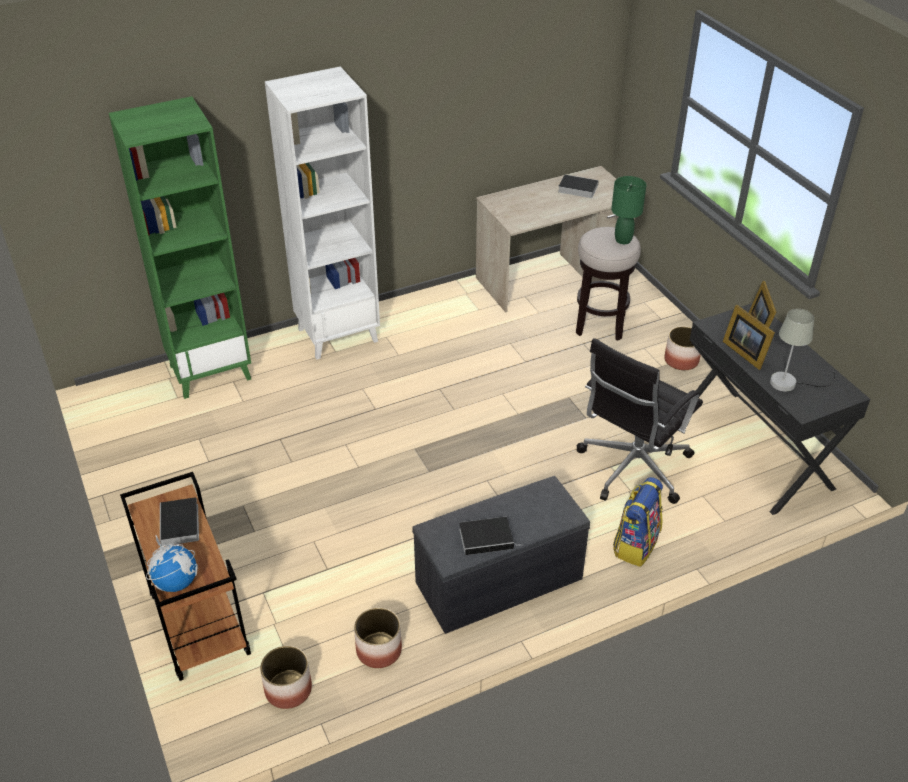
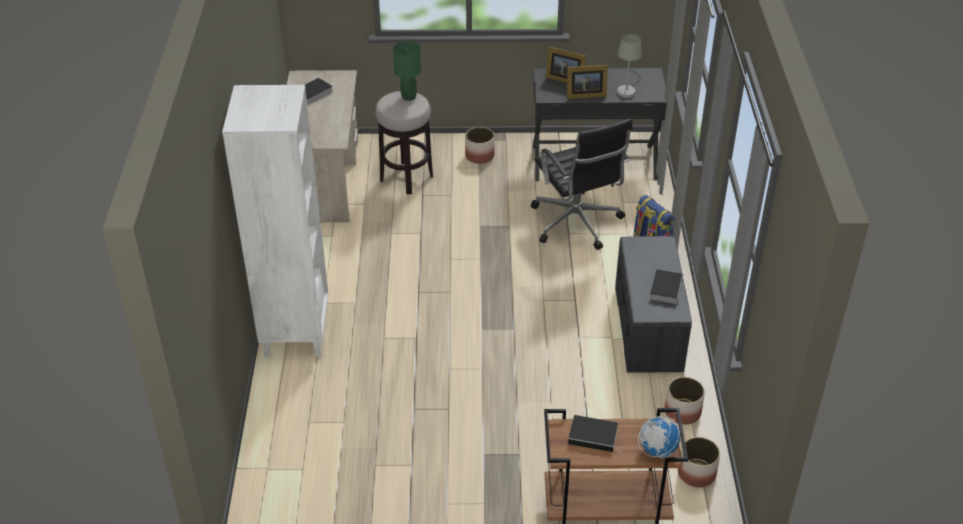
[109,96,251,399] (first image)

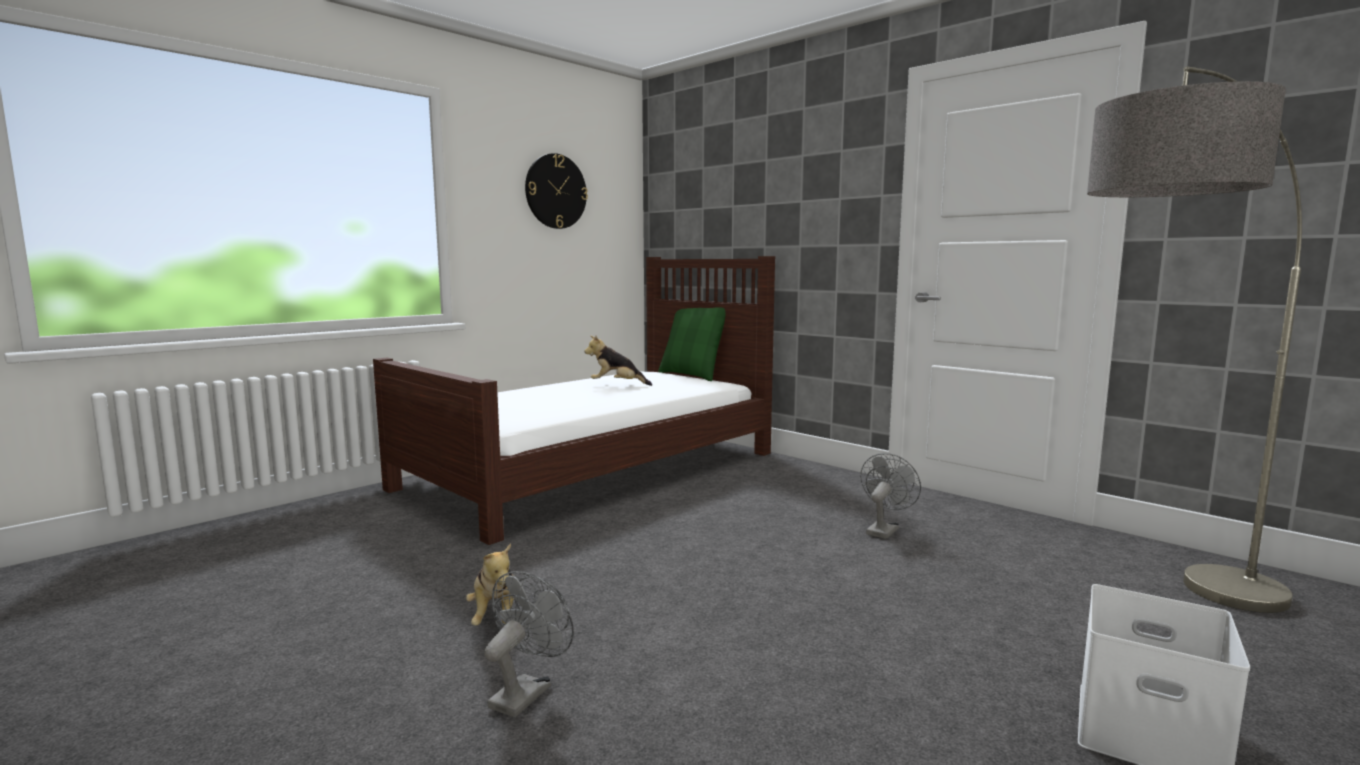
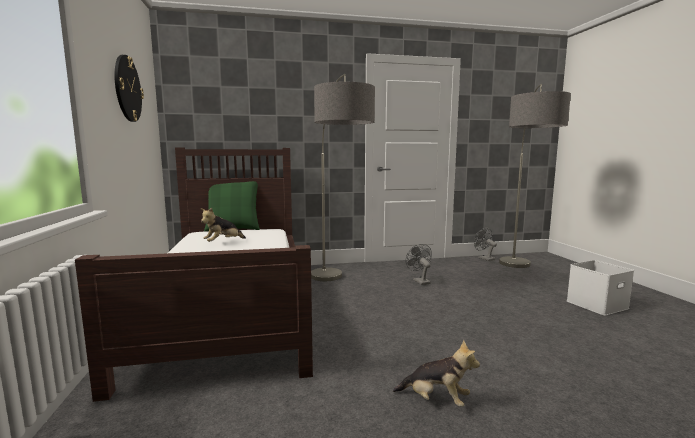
[311,74,375,281]
[474,228,497,261]

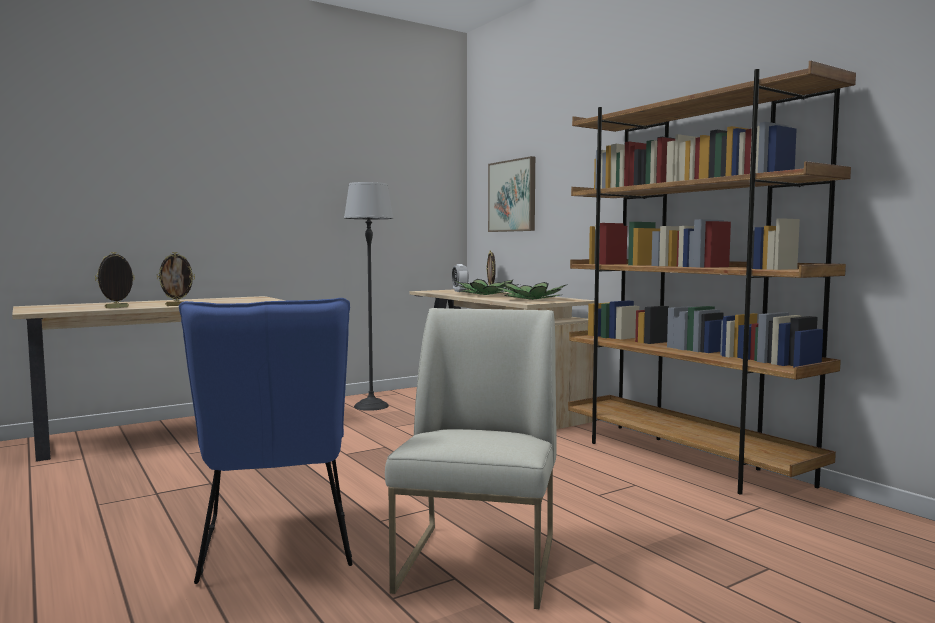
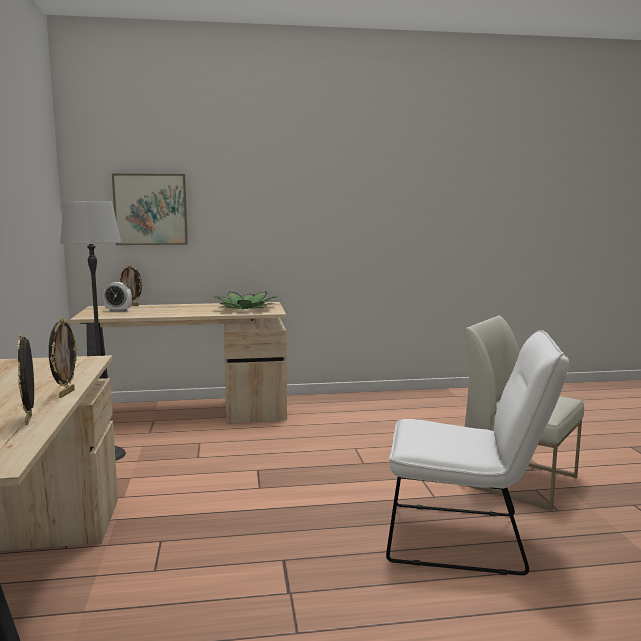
[453,279,519,295] (first image)
[568,60,856,495] (first image)
[386,330,569,575]

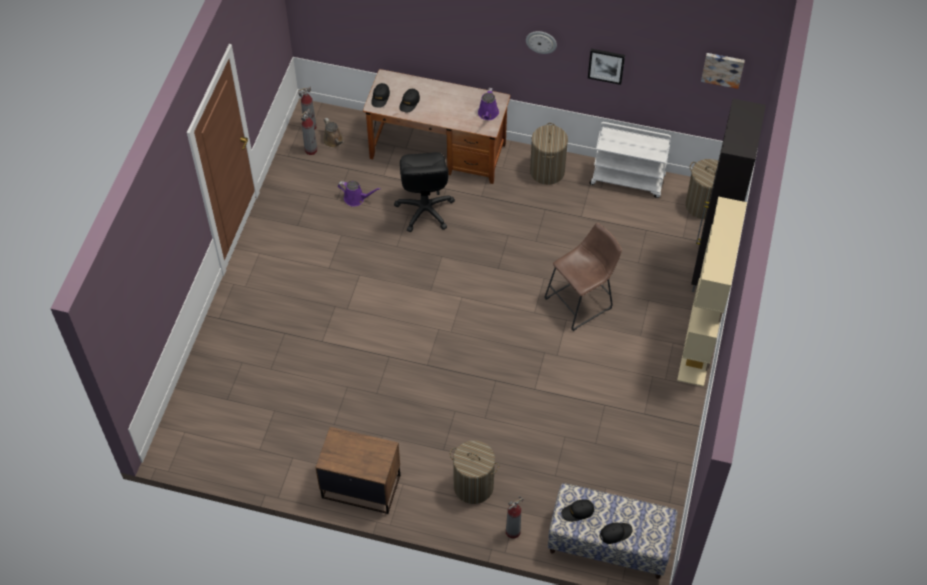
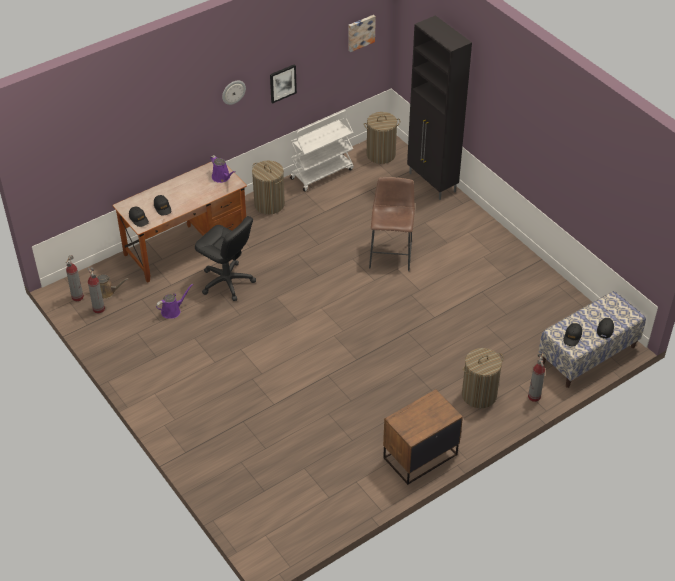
[677,196,747,387] (first image)

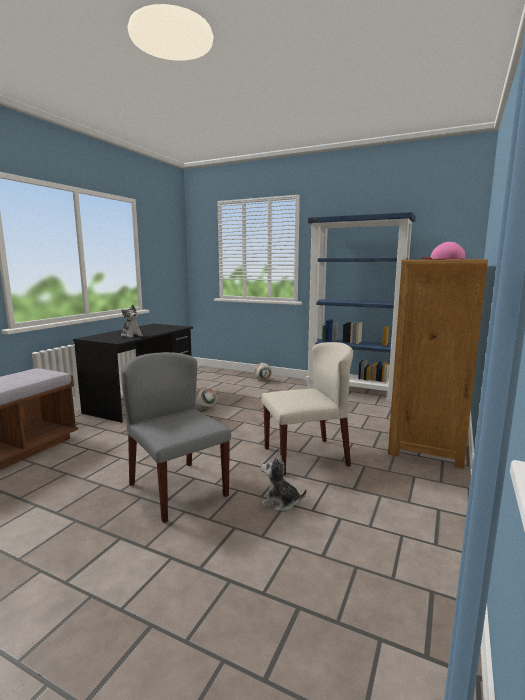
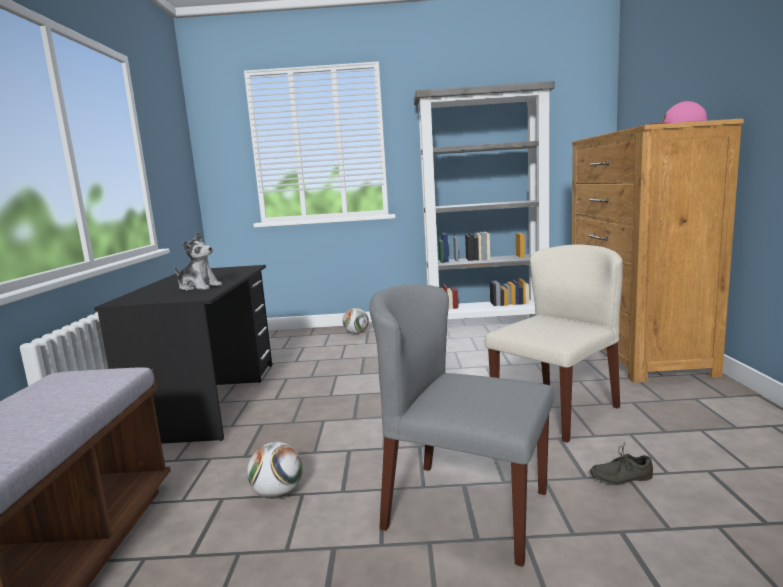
[247,442,303,499]
[590,442,653,485]
[414,81,555,319]

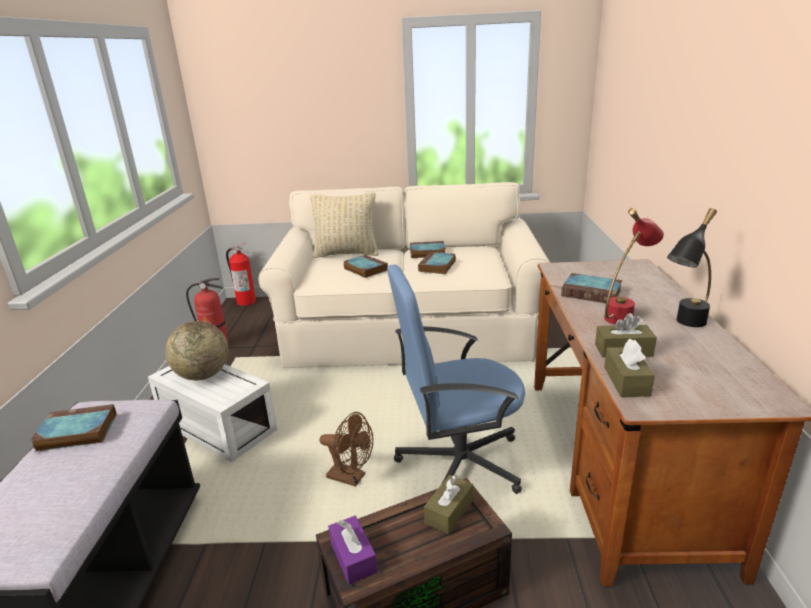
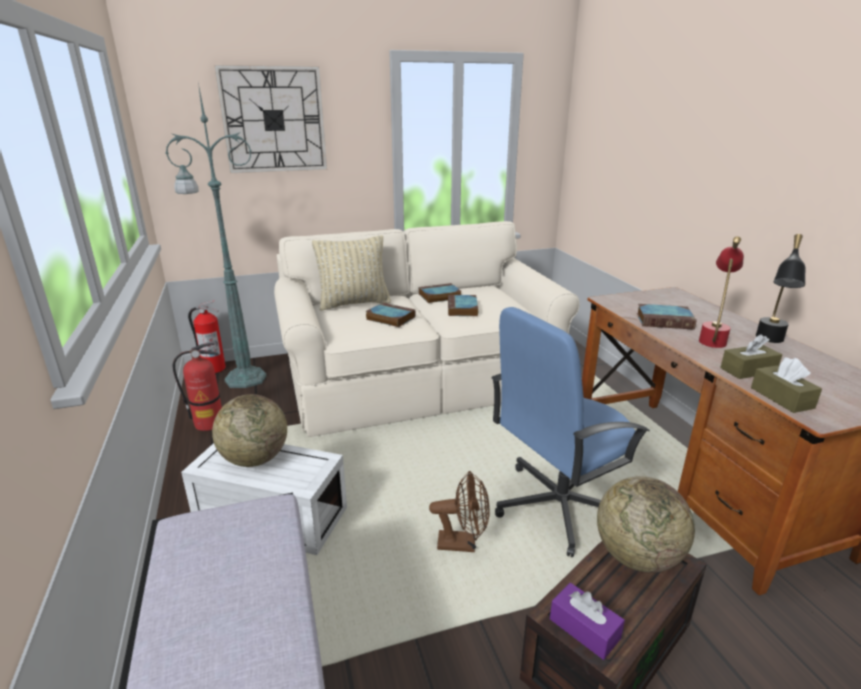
[30,404,117,452] (first image)
[166,83,267,388]
[214,65,327,173]
[597,476,695,573]

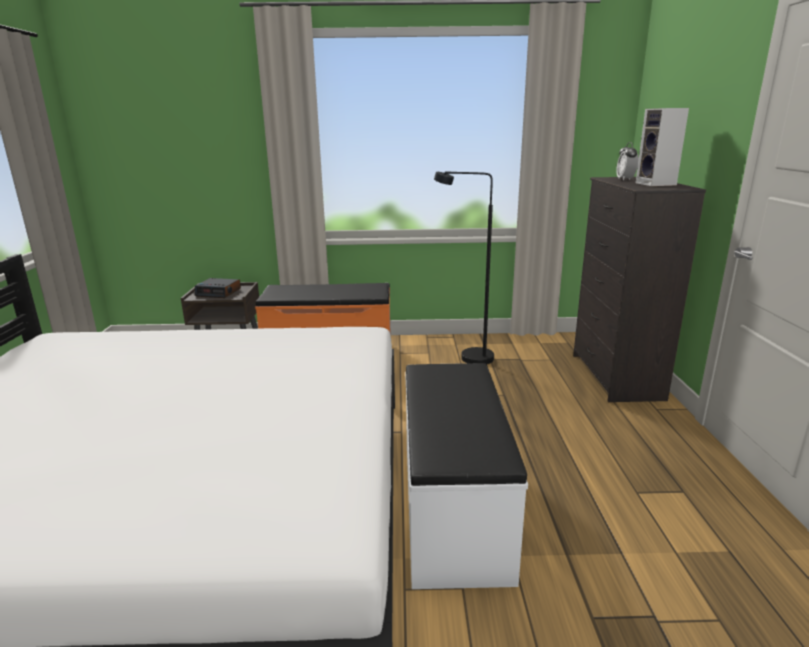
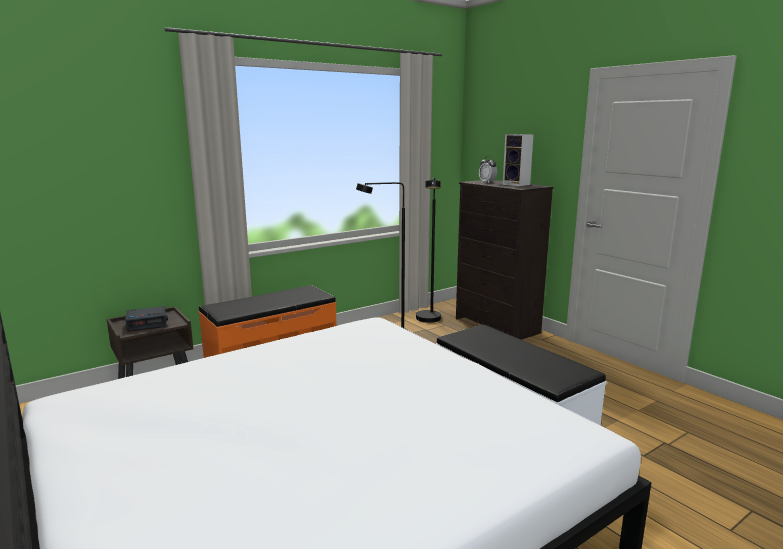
[416,177,441,323]

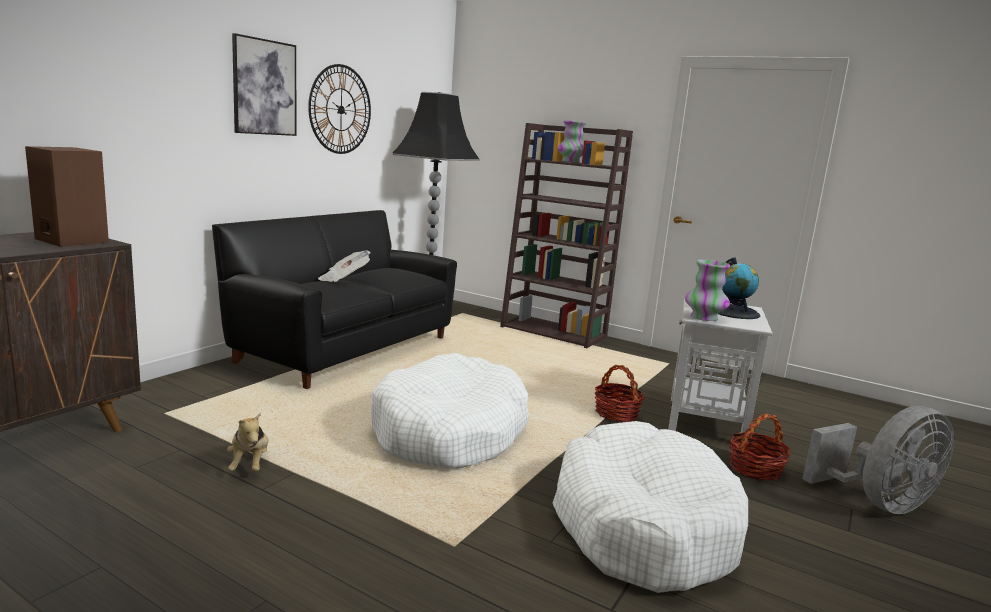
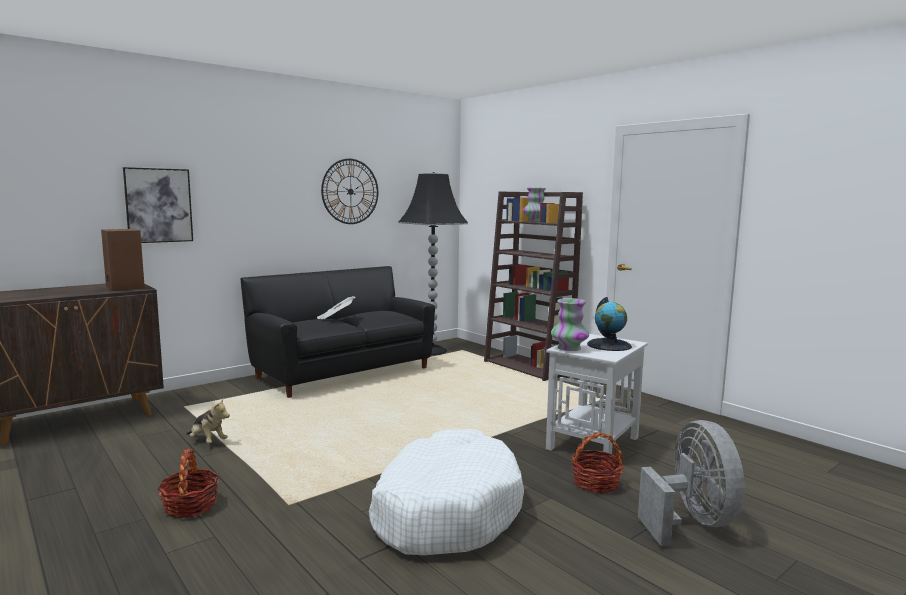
[371,353,529,469] (first image)
[123,167,193,243]
[158,449,219,518]
[186,399,230,443]
[638,420,745,546]

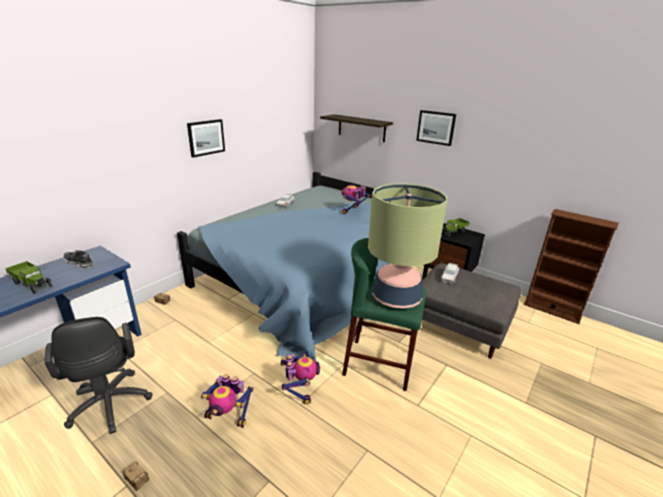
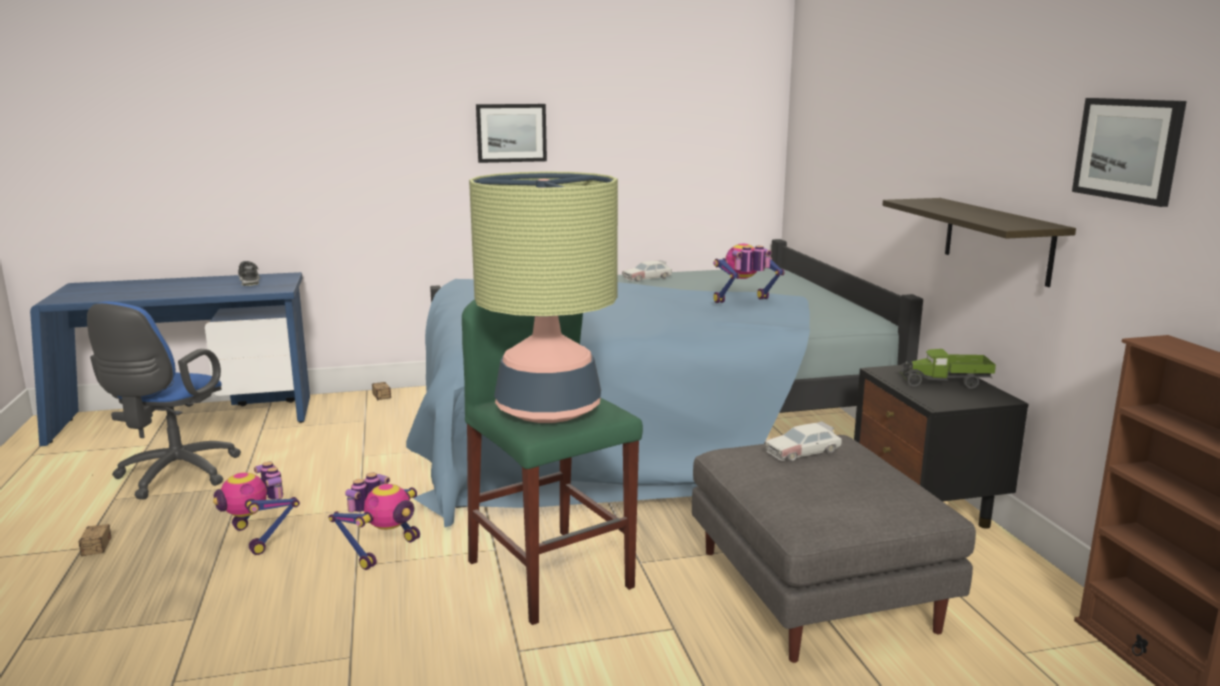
[6,261,52,294] (first image)
[882,198,1076,287]
[1072,98,1187,207]
[87,302,241,499]

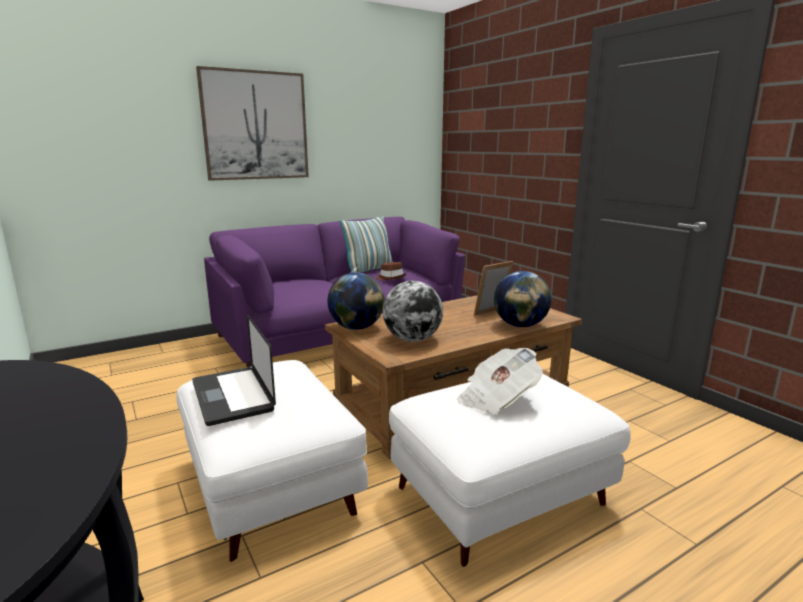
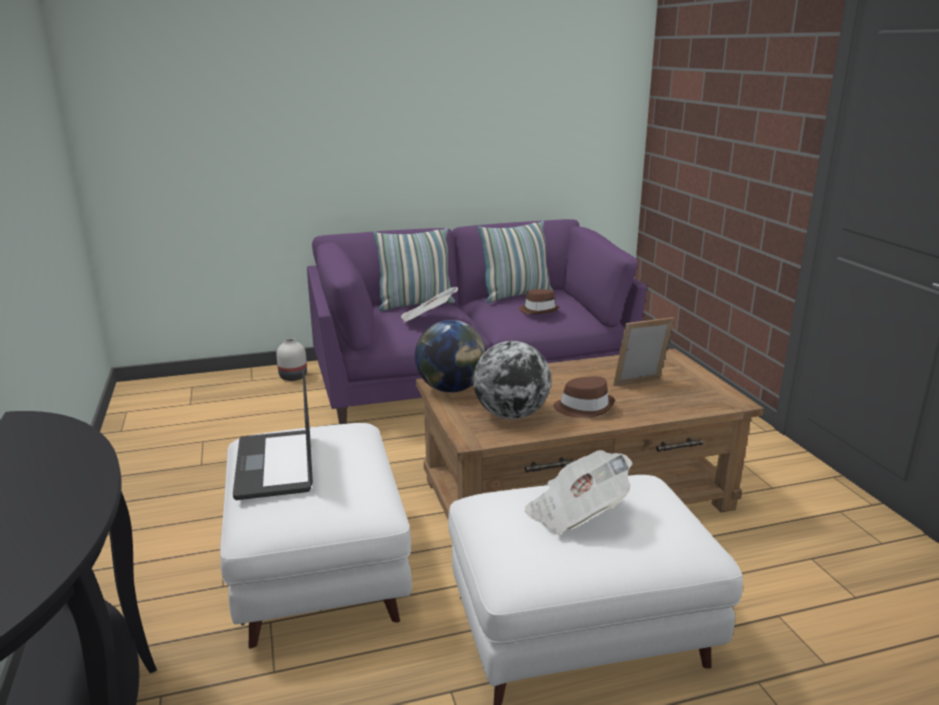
[196,66,309,181] (first image)
[494,271,552,327] (first image)
[276,338,307,381]
[373,228,455,311]
[401,287,458,323]
[553,376,615,418]

